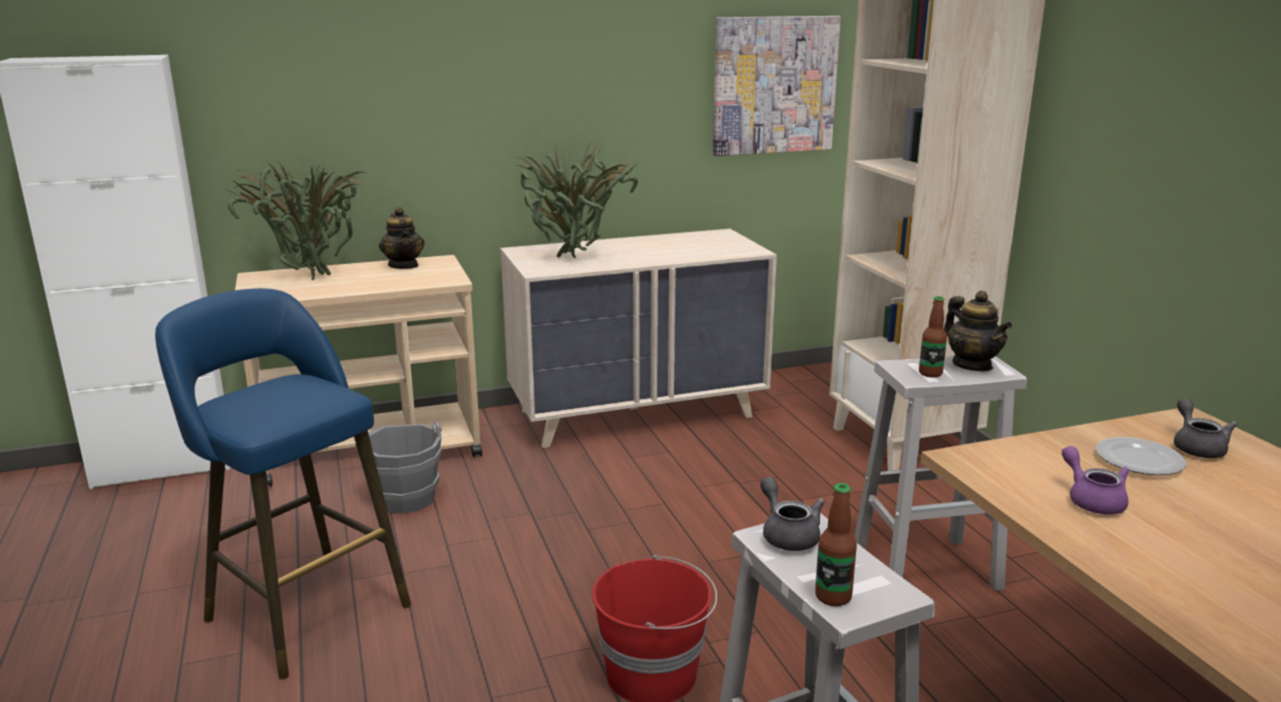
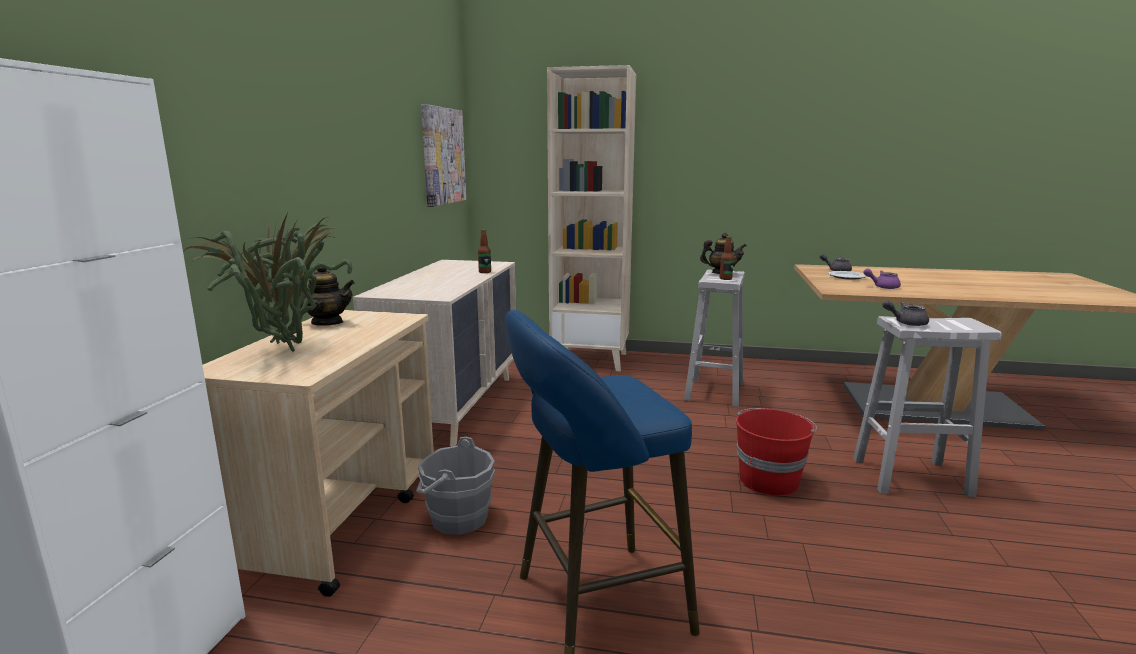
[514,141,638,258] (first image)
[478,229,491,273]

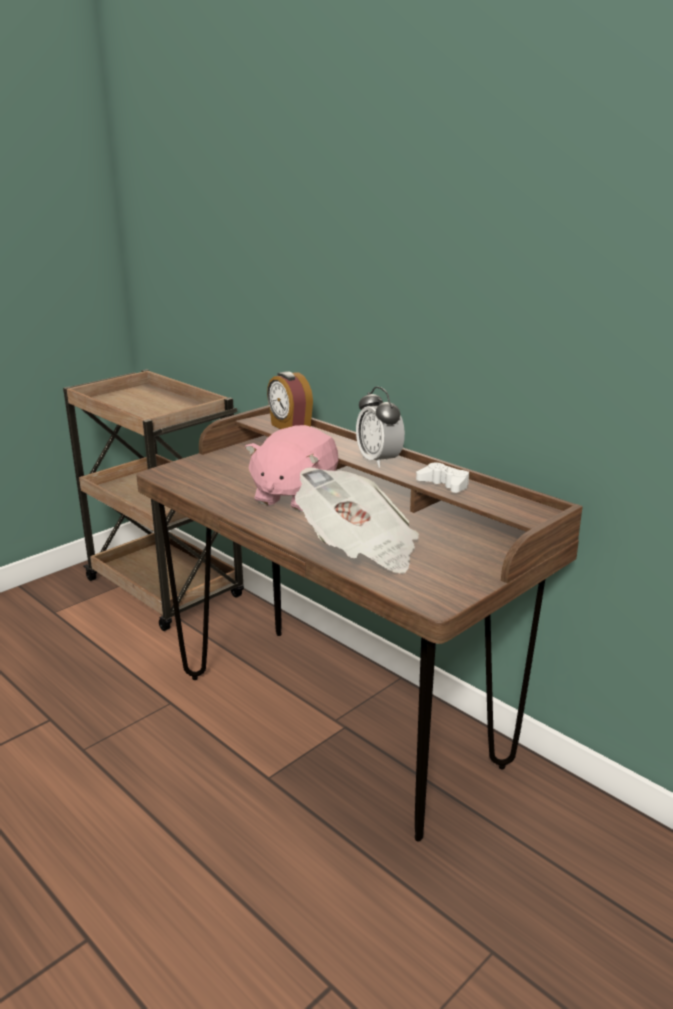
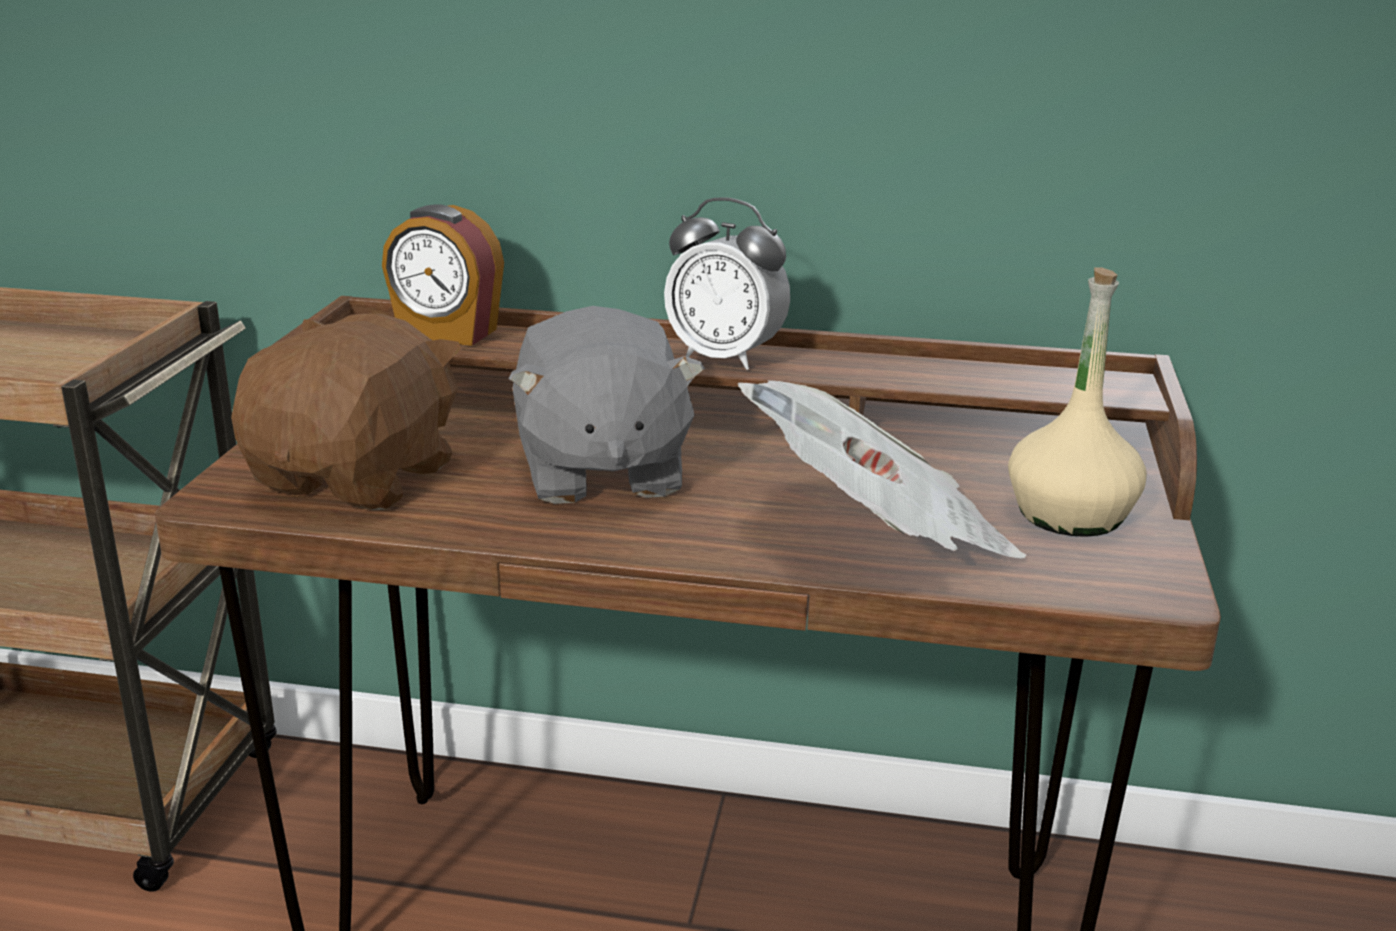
[416,463,469,493] (first image)
[231,314,462,510]
[1008,268,1147,537]
[508,306,705,504]

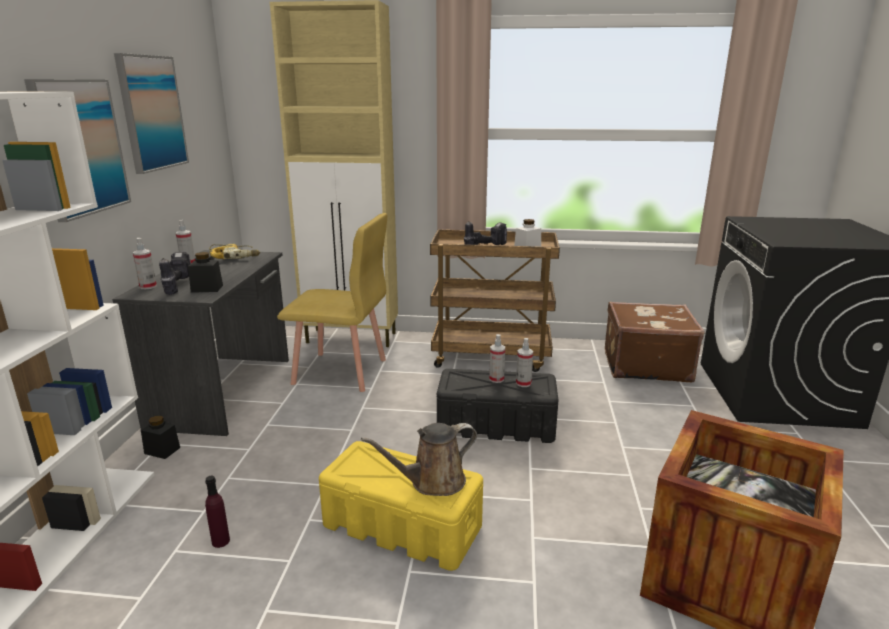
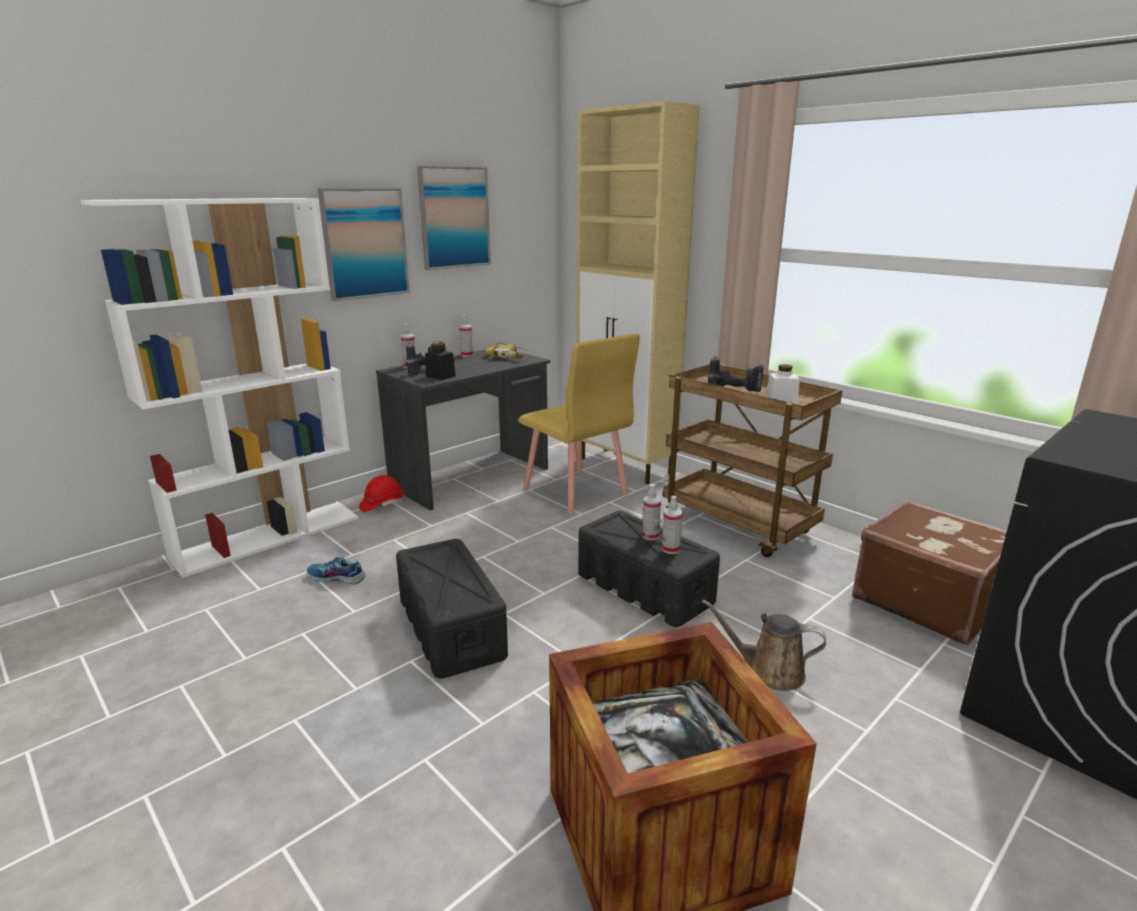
[702,599,826,691]
[359,475,405,512]
[307,557,365,584]
[396,539,508,679]

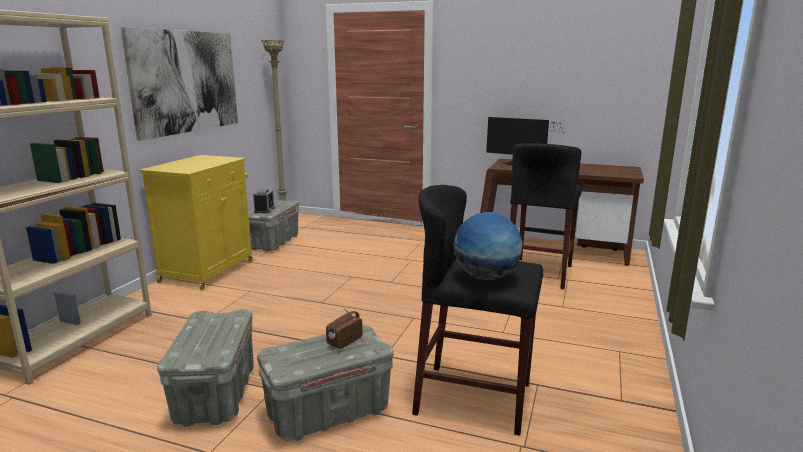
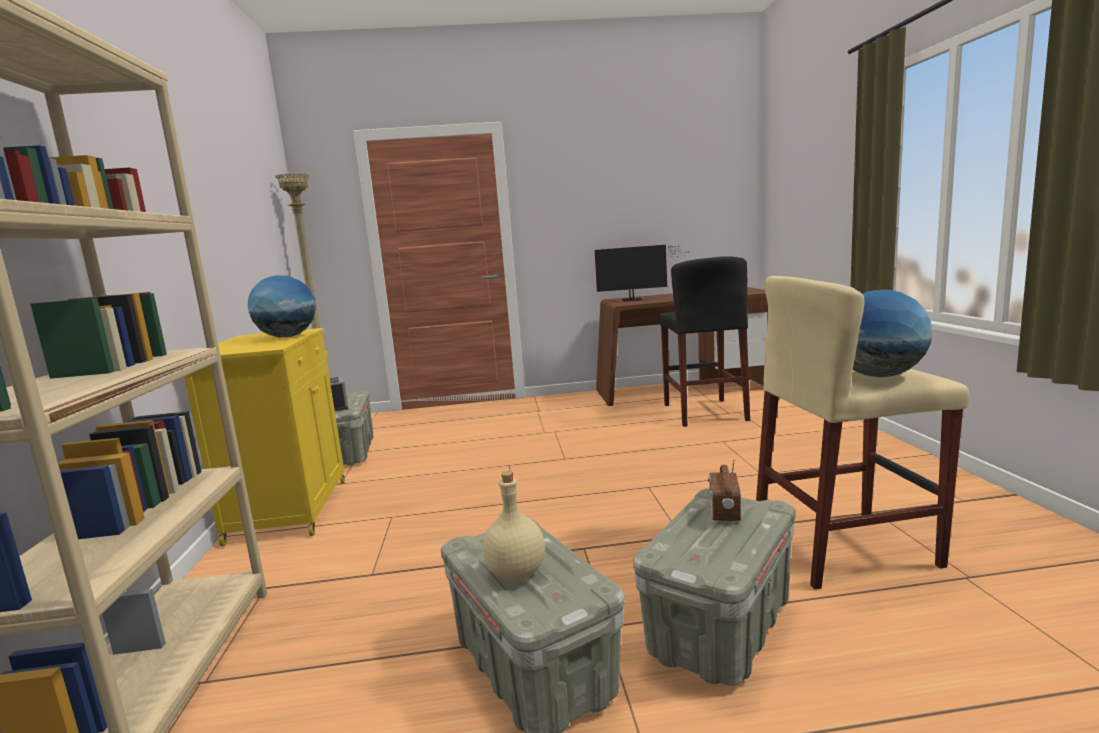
[121,27,238,141] (first image)
[248,275,316,337]
[483,471,545,581]
[756,276,970,589]

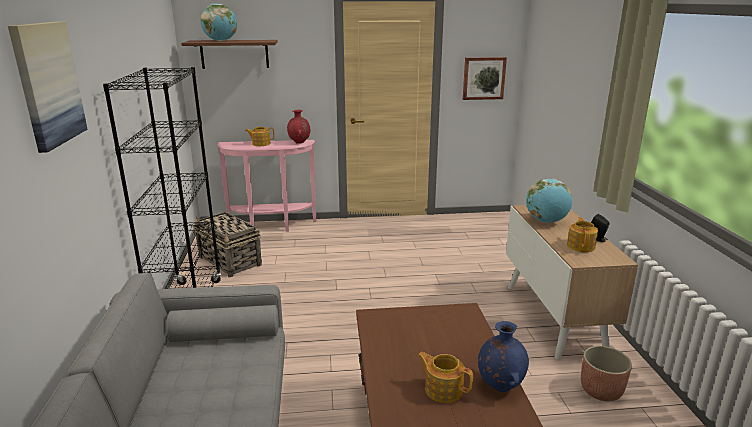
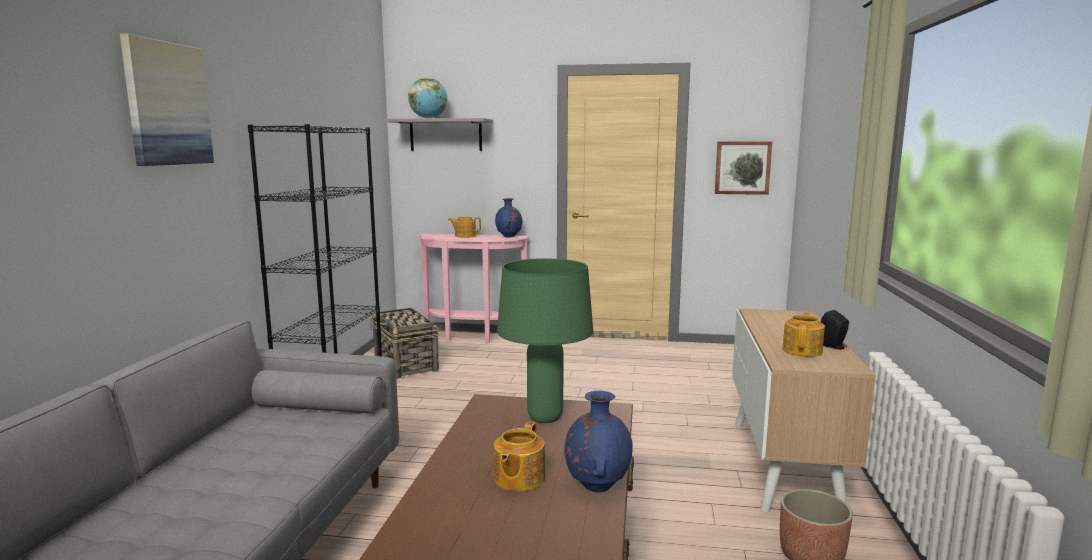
[526,179,572,223] (first image)
[497,258,593,423]
[385,118,493,151]
[495,198,522,238]
[494,422,545,491]

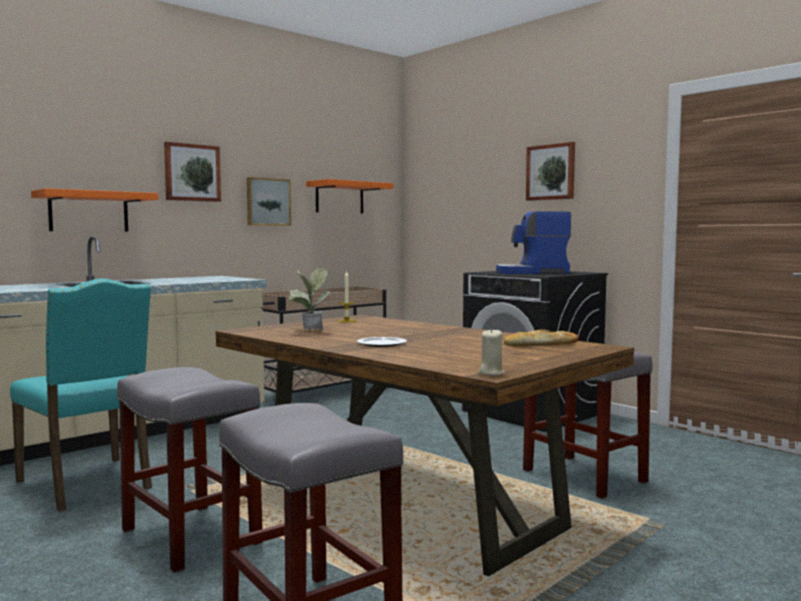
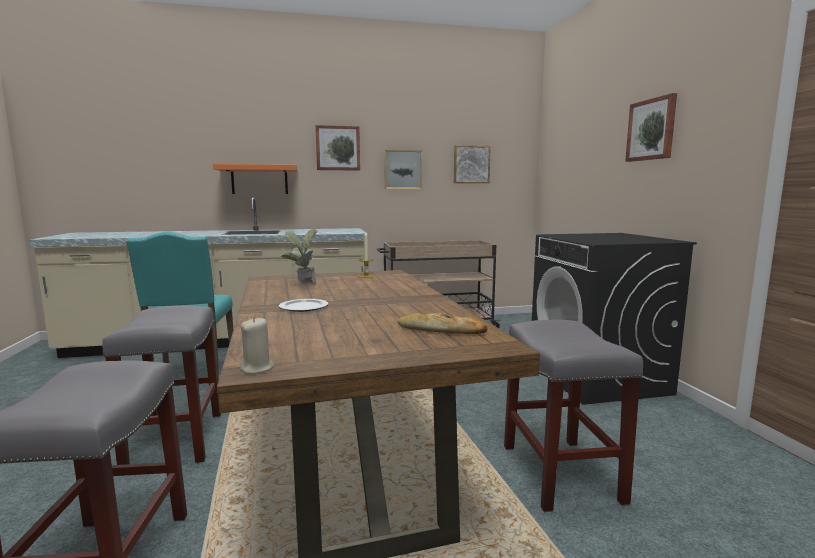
[496,211,571,274] (first image)
[454,145,491,183]

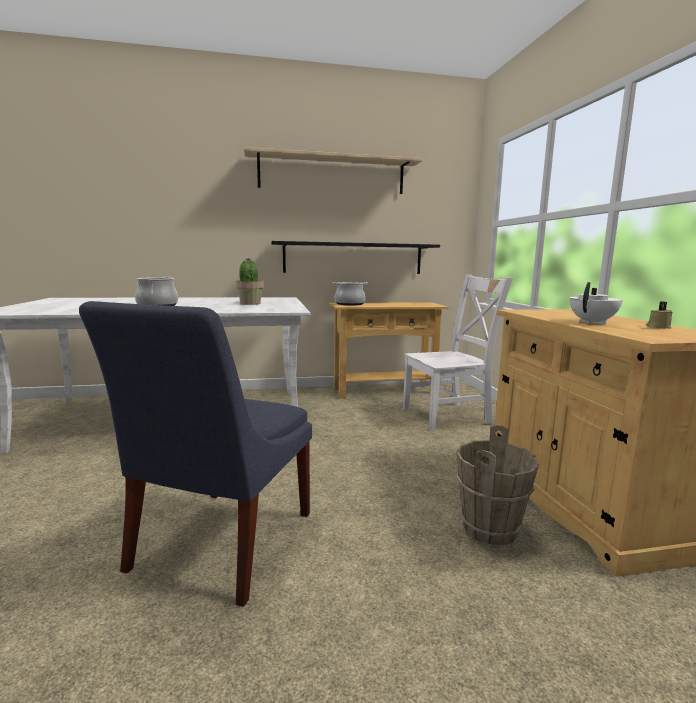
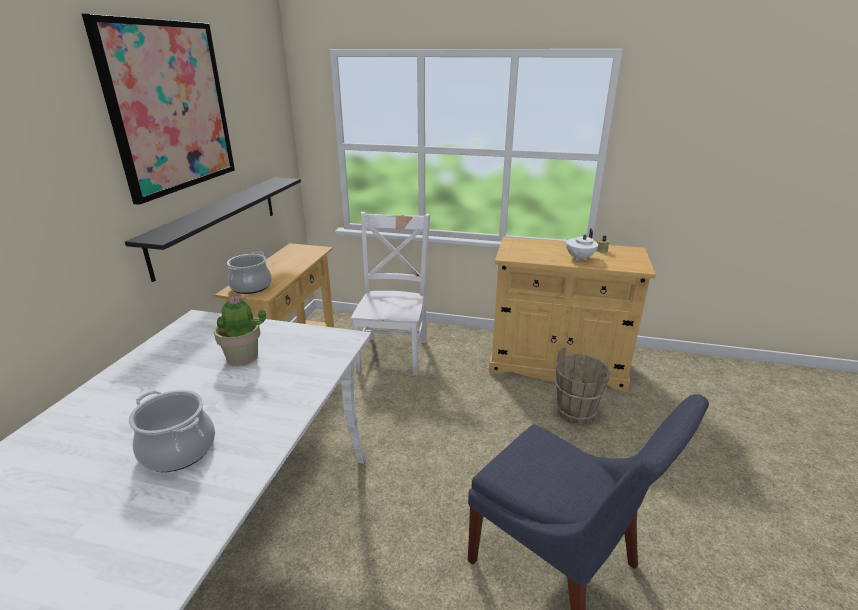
[82,14,235,205]
[566,228,598,261]

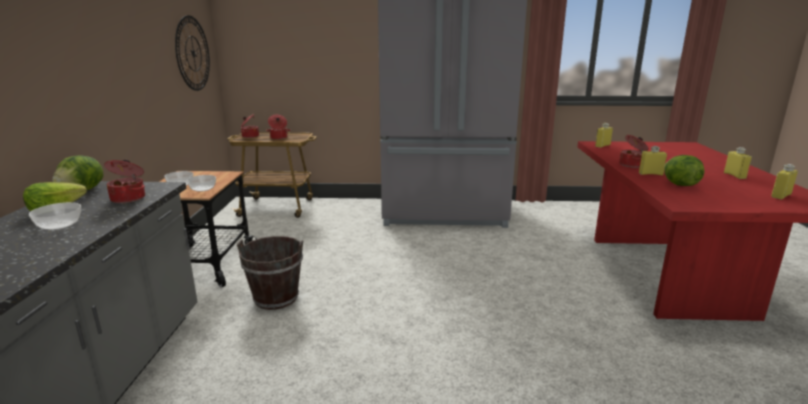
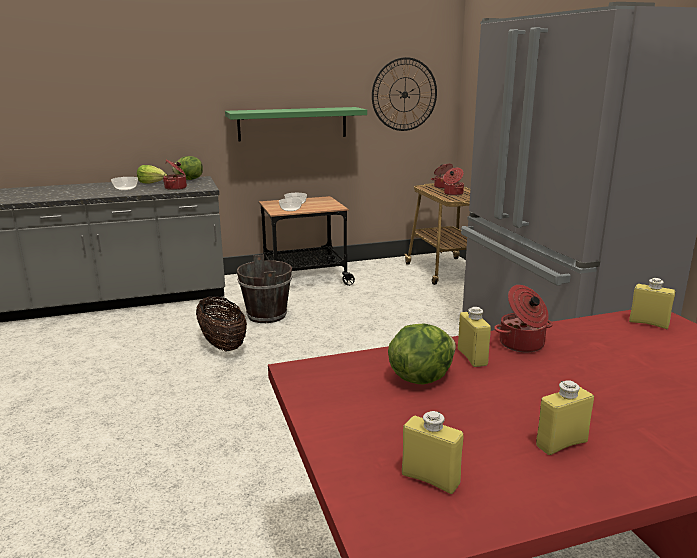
[196,296,247,352]
[225,107,367,141]

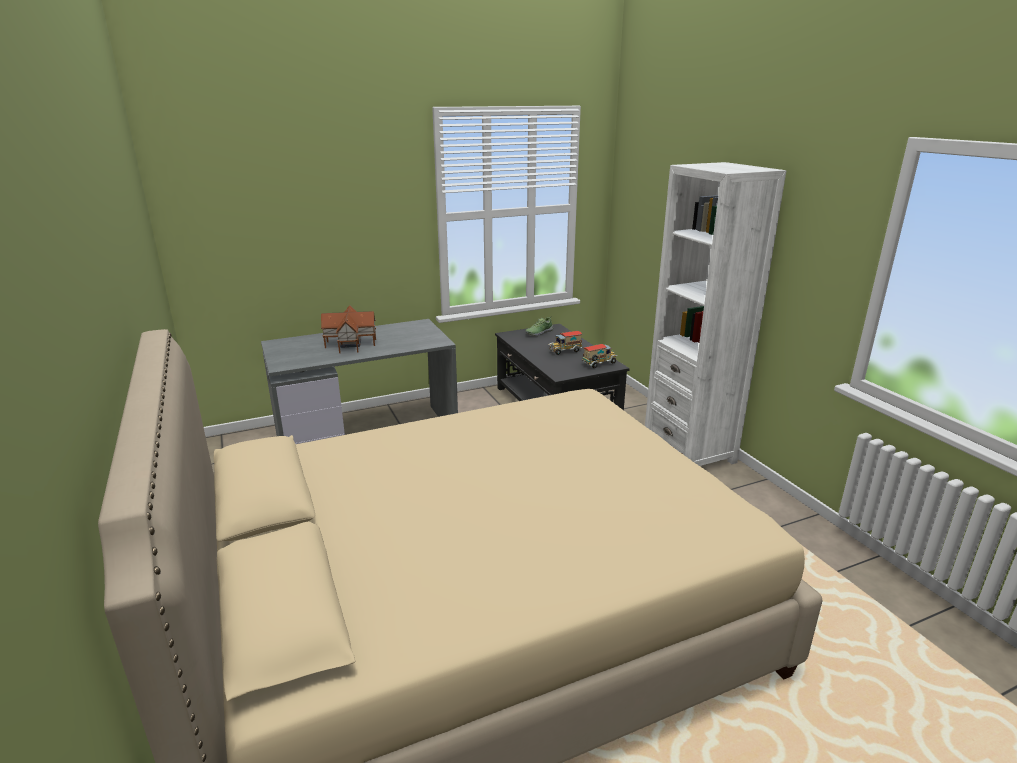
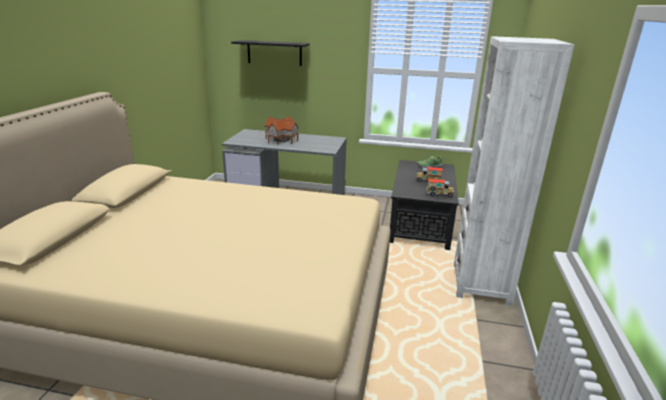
[231,40,310,66]

